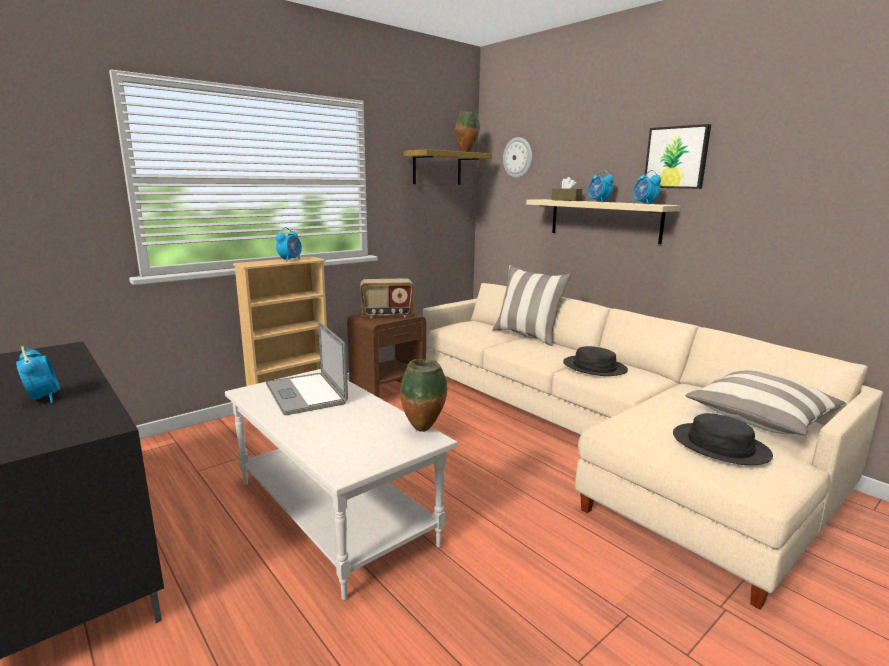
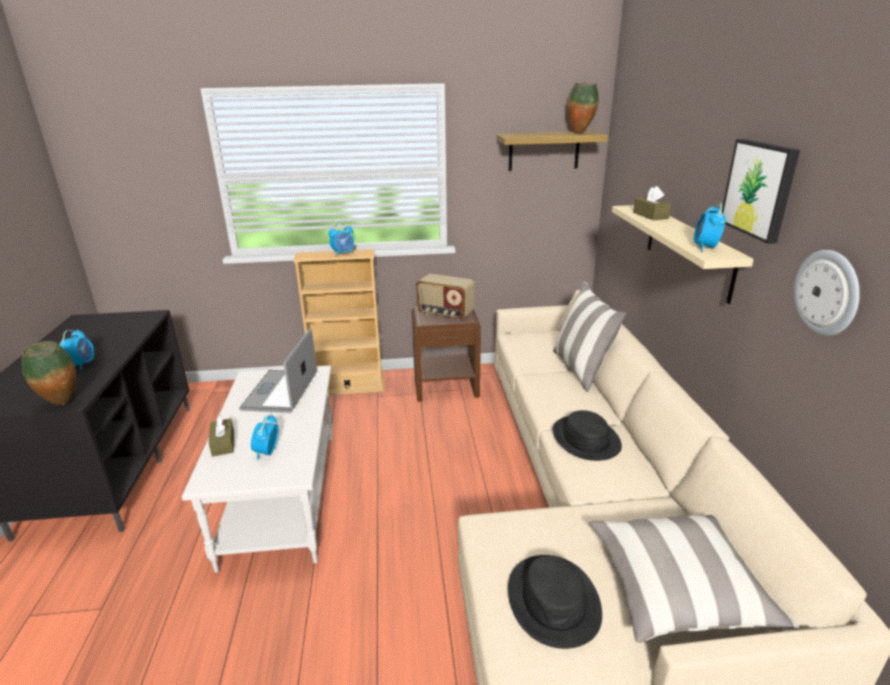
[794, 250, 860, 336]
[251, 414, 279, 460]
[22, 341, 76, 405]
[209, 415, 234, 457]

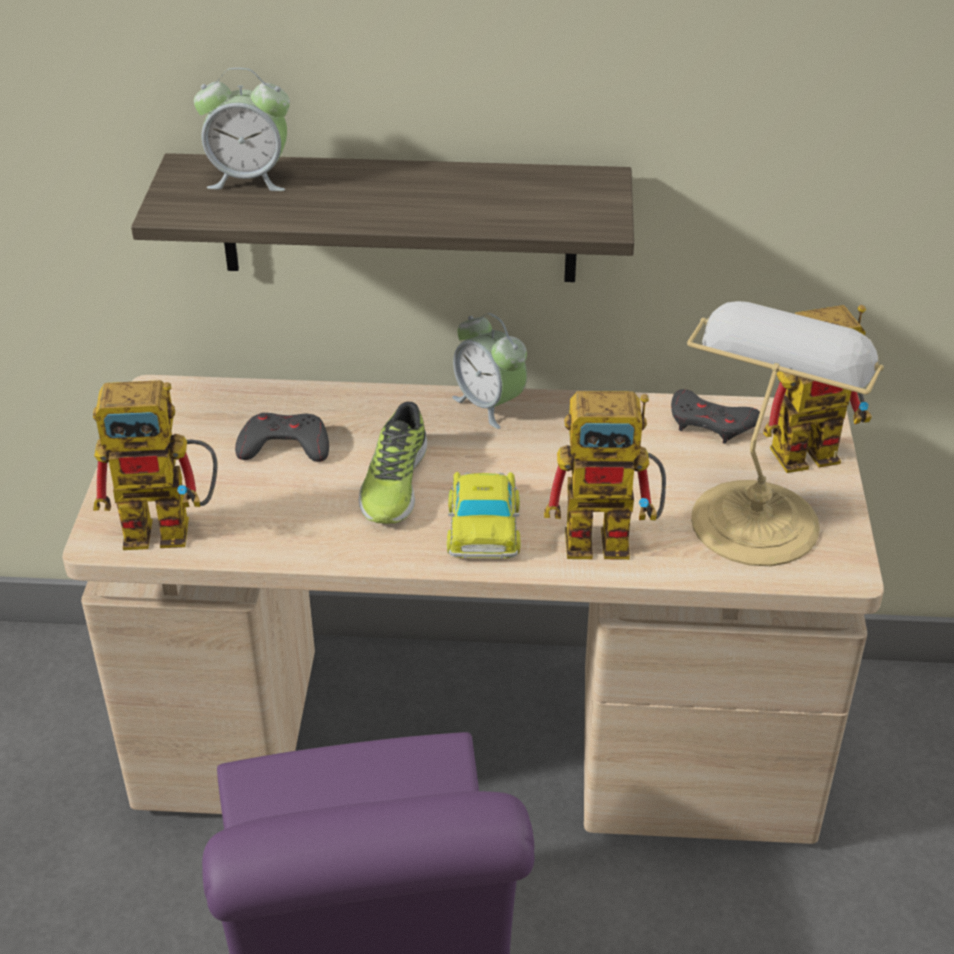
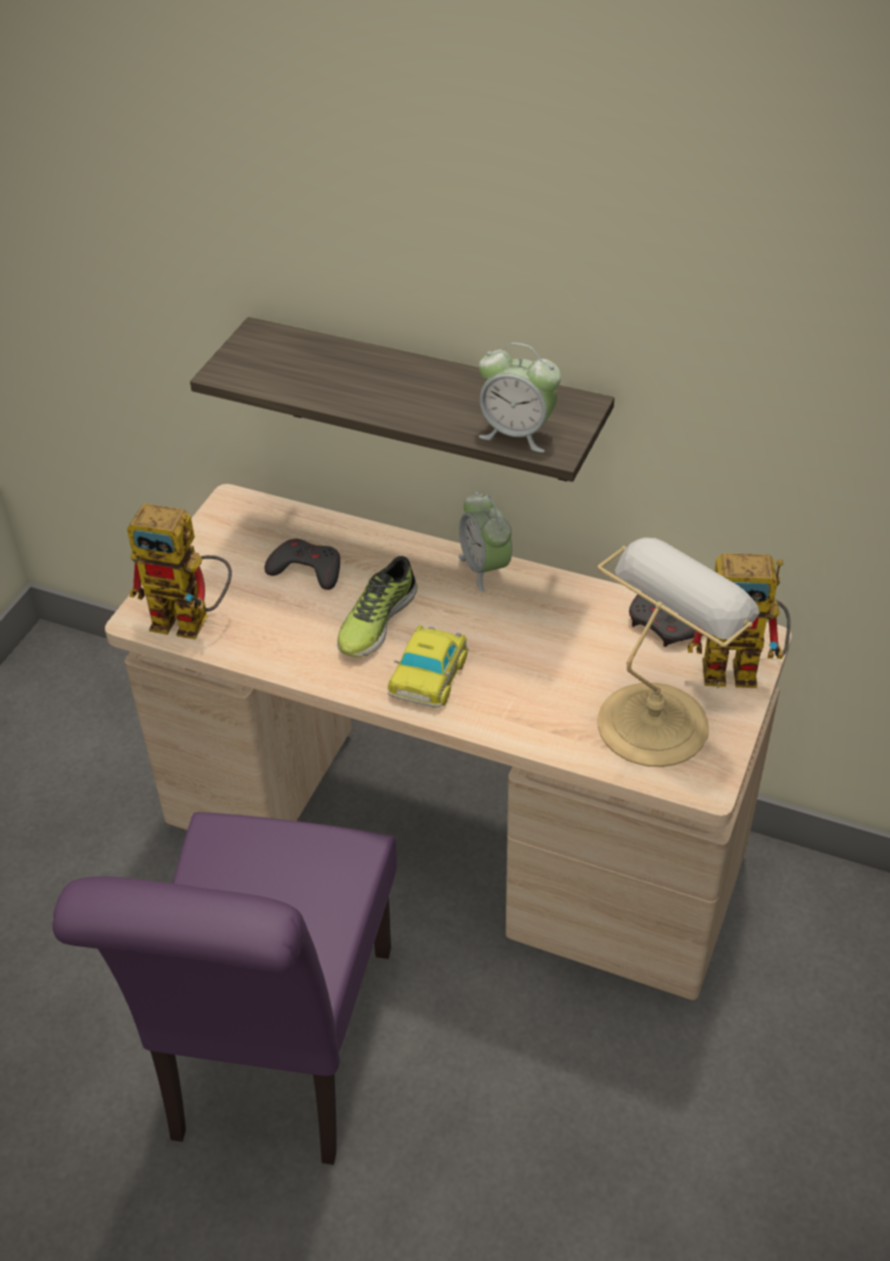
[479, 343, 561, 452]
[544, 391, 666, 560] (first image)

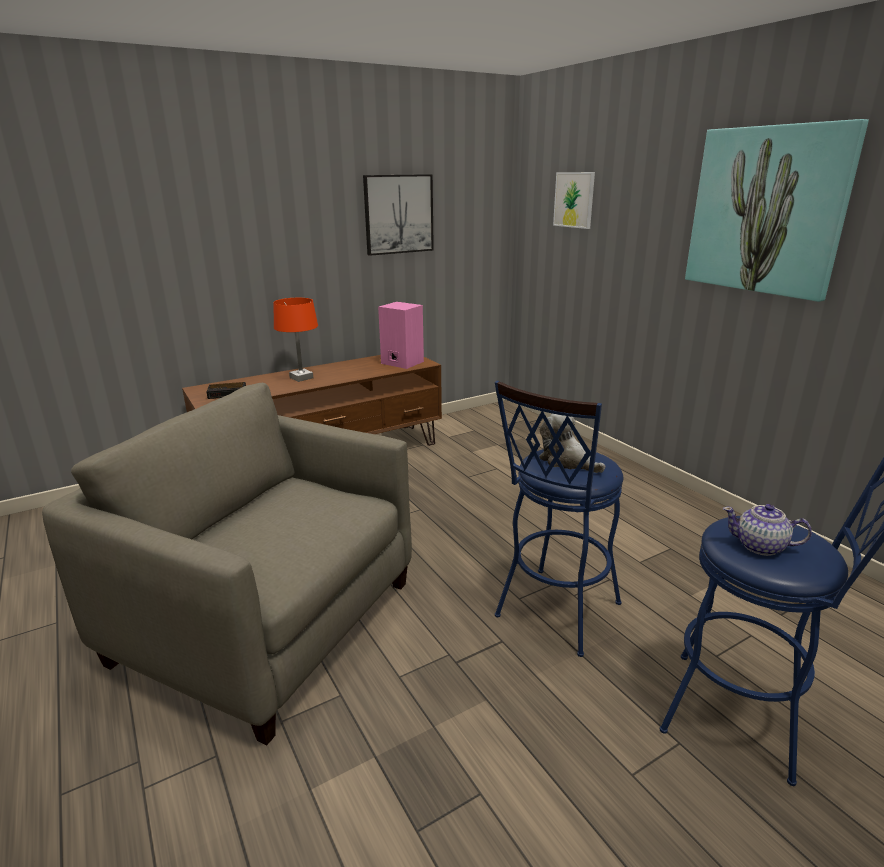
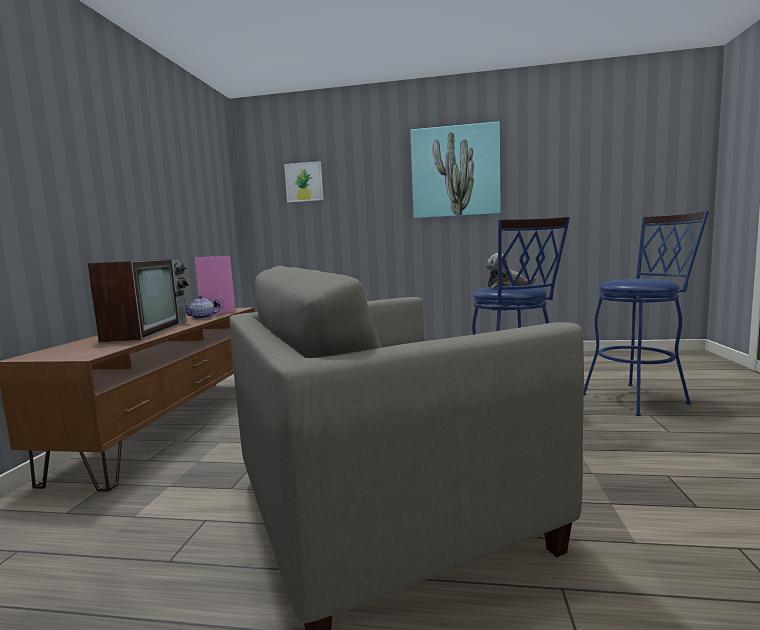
[363, 174, 434, 256] (first image)
[87, 258, 189, 342]
[207, 382, 246, 399] (first image)
[185, 296, 221, 319]

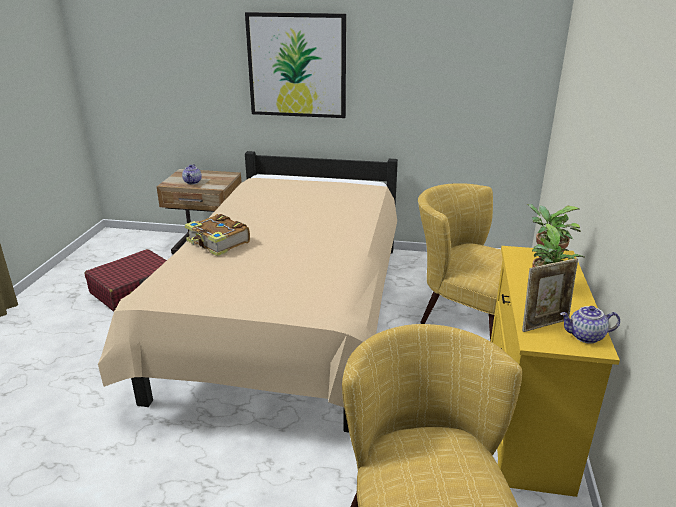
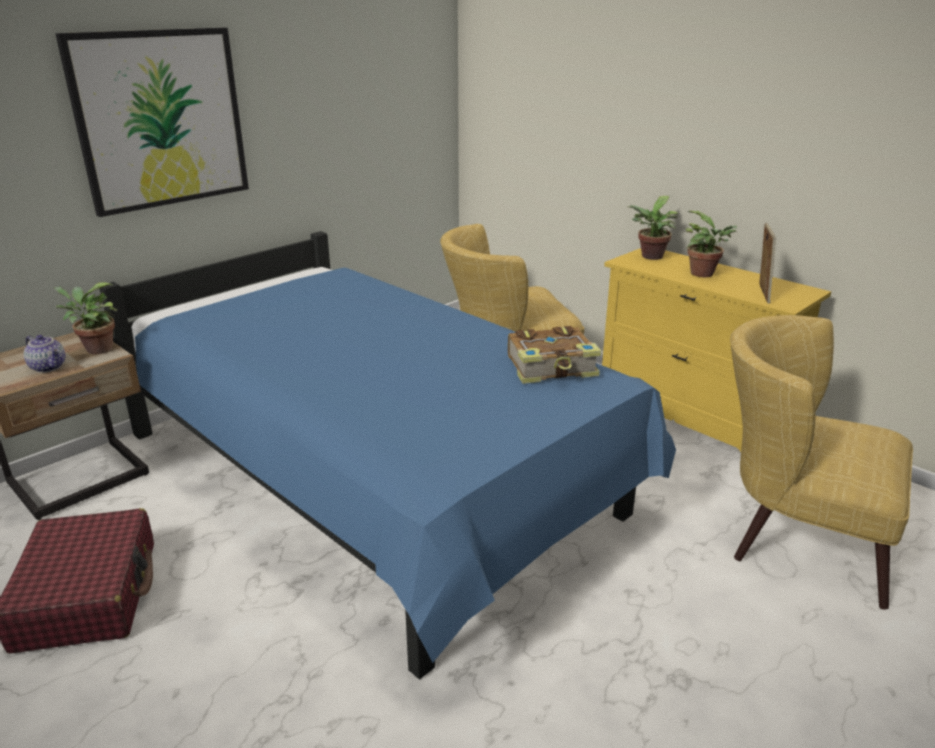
[99, 231, 676, 679]
[508, 326, 601, 384]
[560, 306, 620, 344] (first image)
[54, 282, 117, 354]

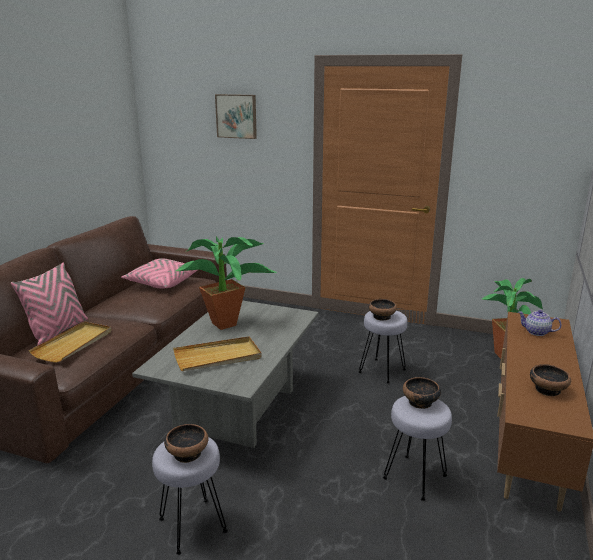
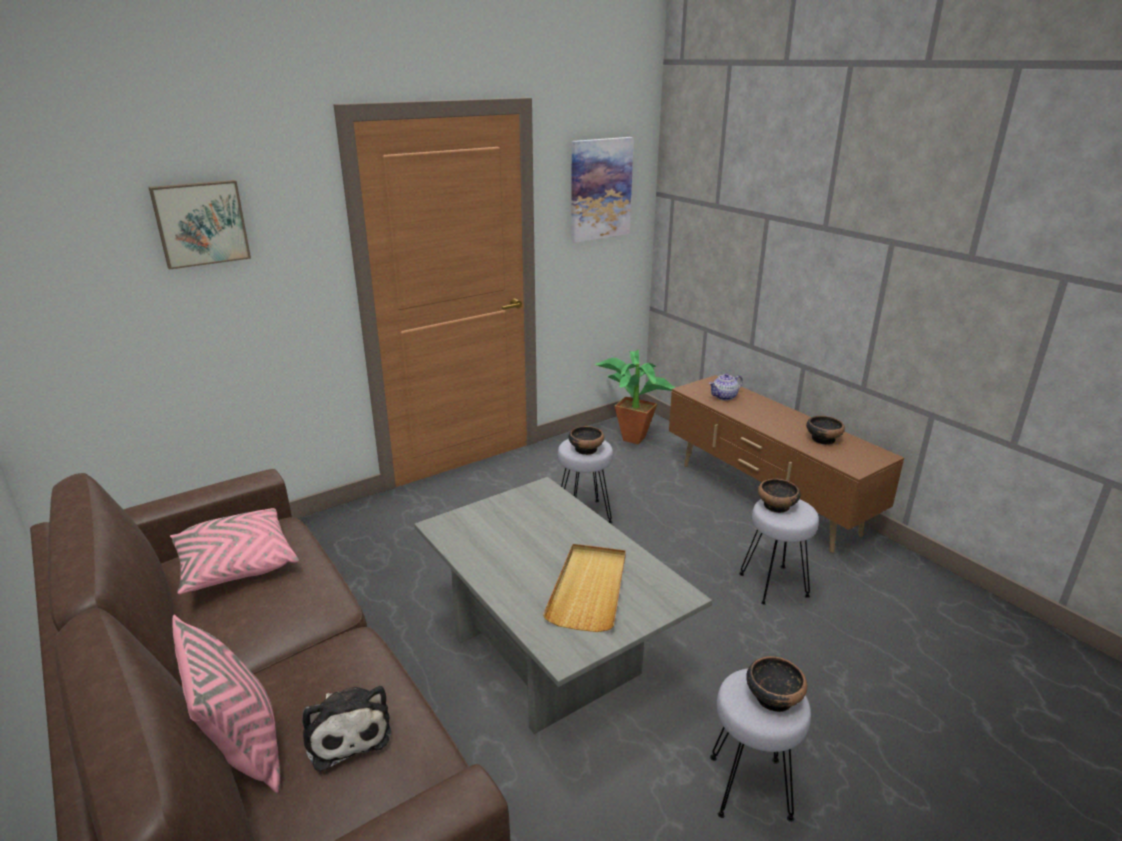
[176, 236, 277, 330] (first image)
[302, 686, 391, 772]
[571, 137, 634, 243]

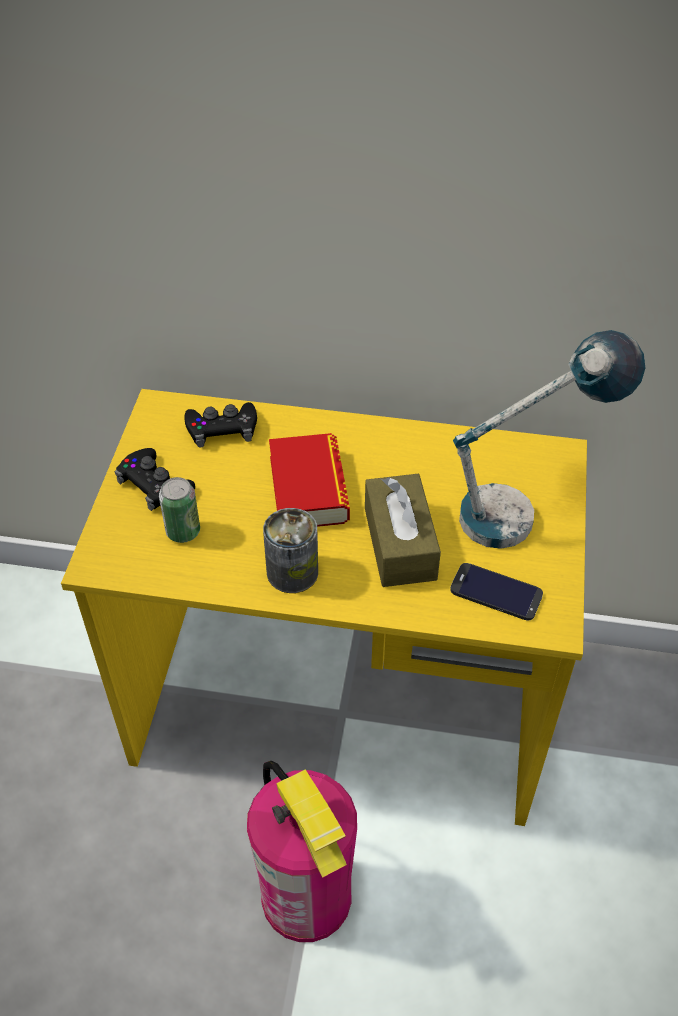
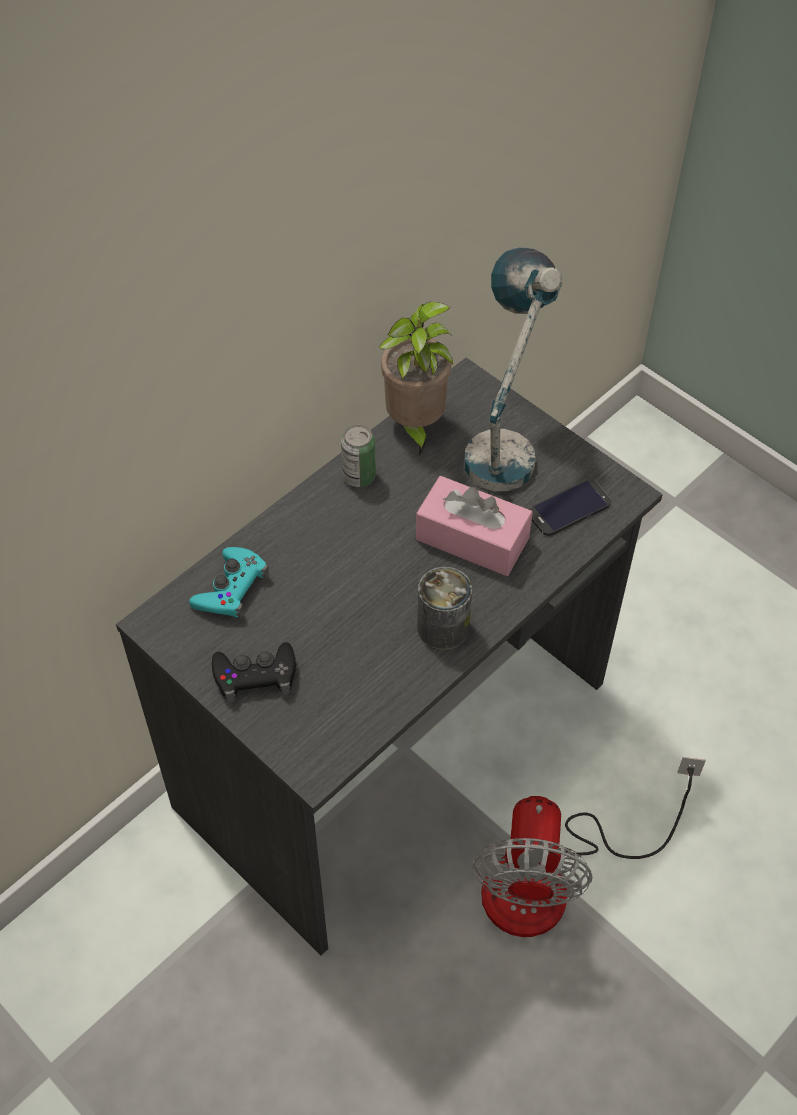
[116, 358, 663, 956]
[189, 547, 269, 618]
[269, 433, 350, 527] (first image)
[416, 476, 533, 576]
[341, 425, 376, 487]
[473, 757, 706, 937]
[379, 302, 453, 456]

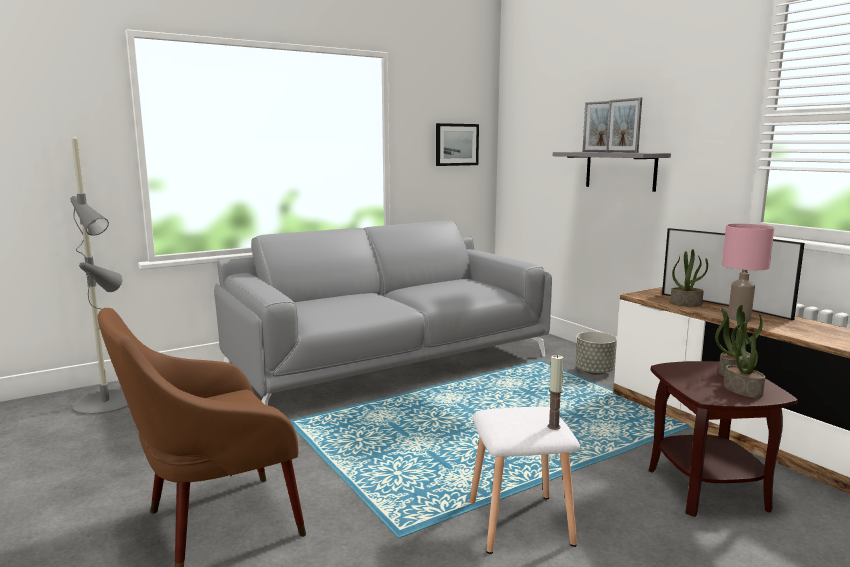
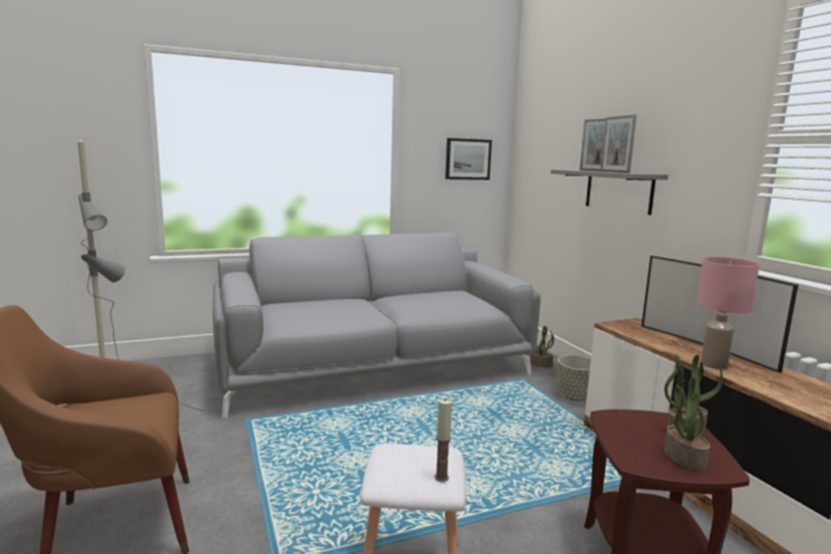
[530, 326, 554, 368]

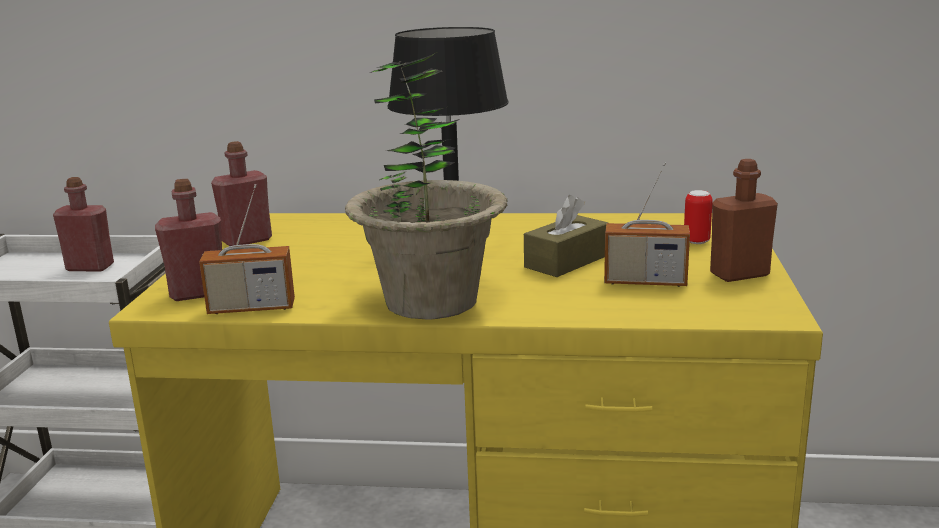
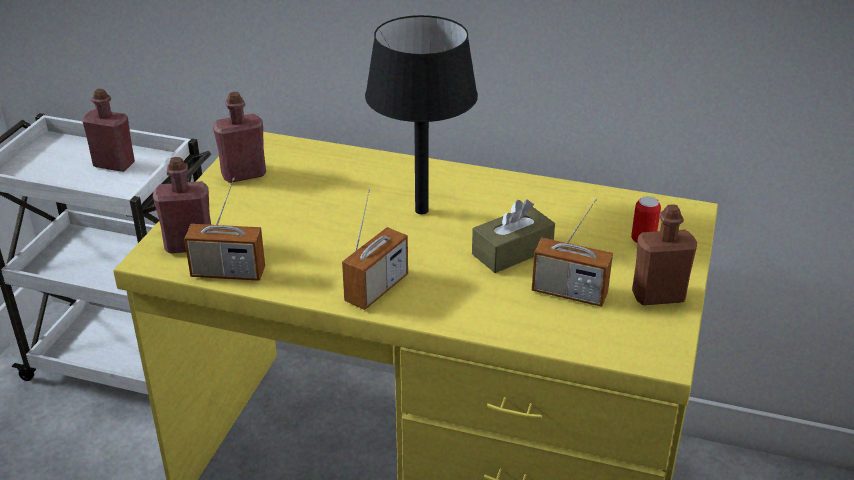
[342, 189, 408, 310]

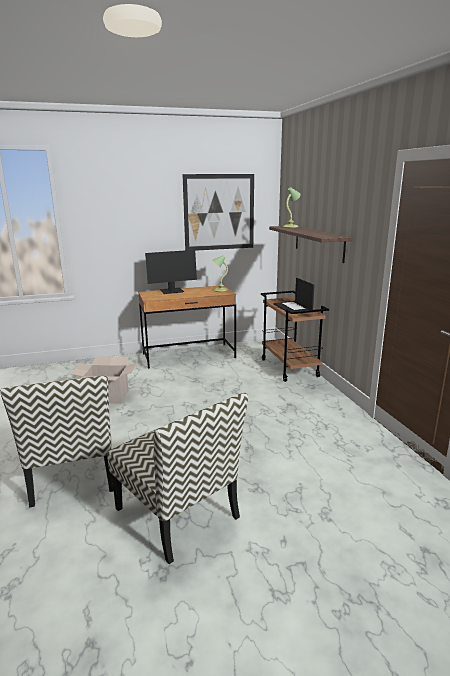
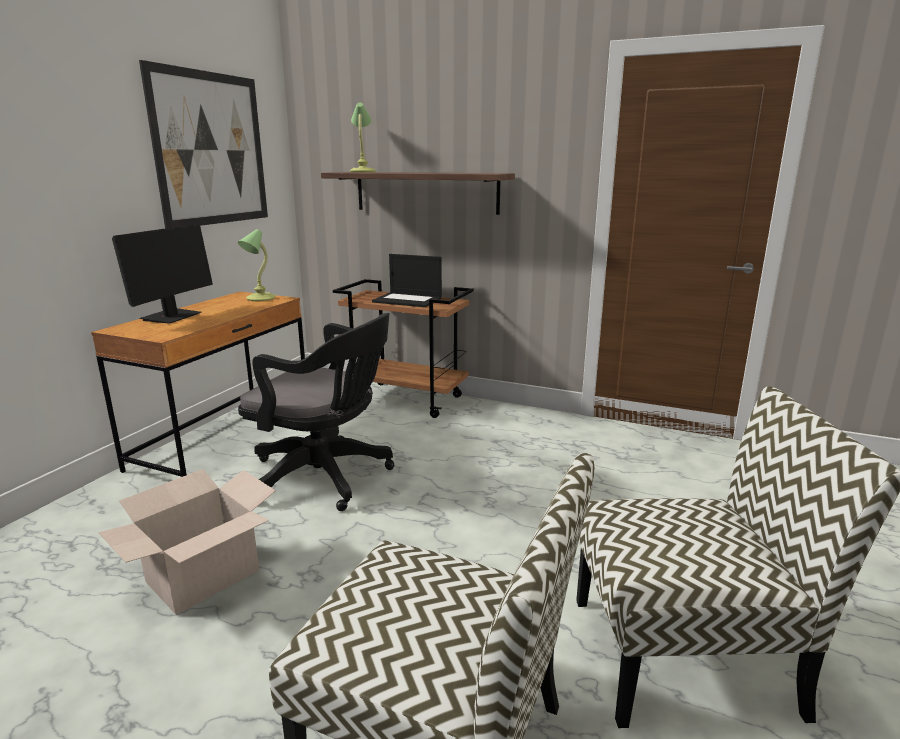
[238, 313, 395, 511]

